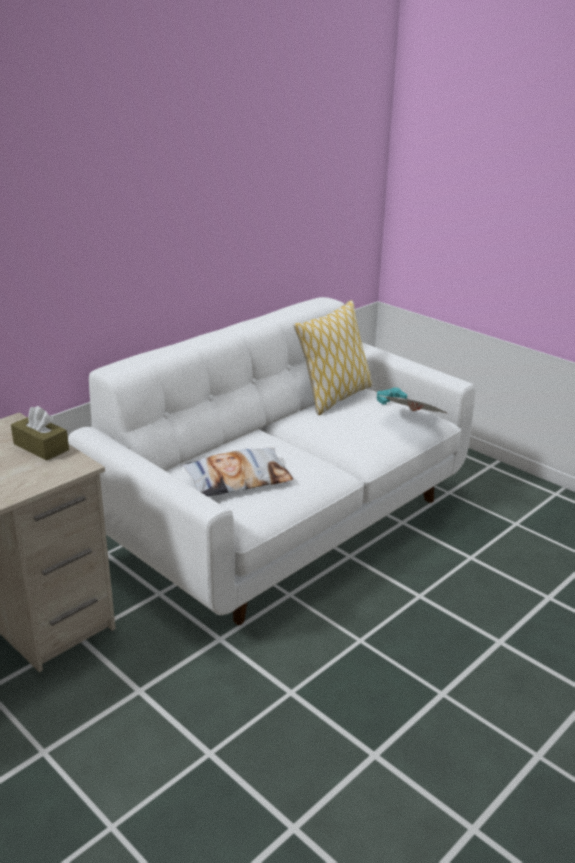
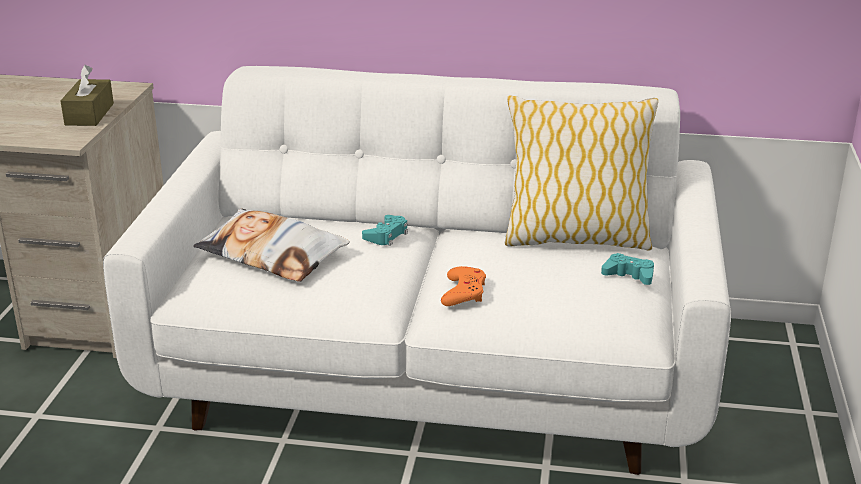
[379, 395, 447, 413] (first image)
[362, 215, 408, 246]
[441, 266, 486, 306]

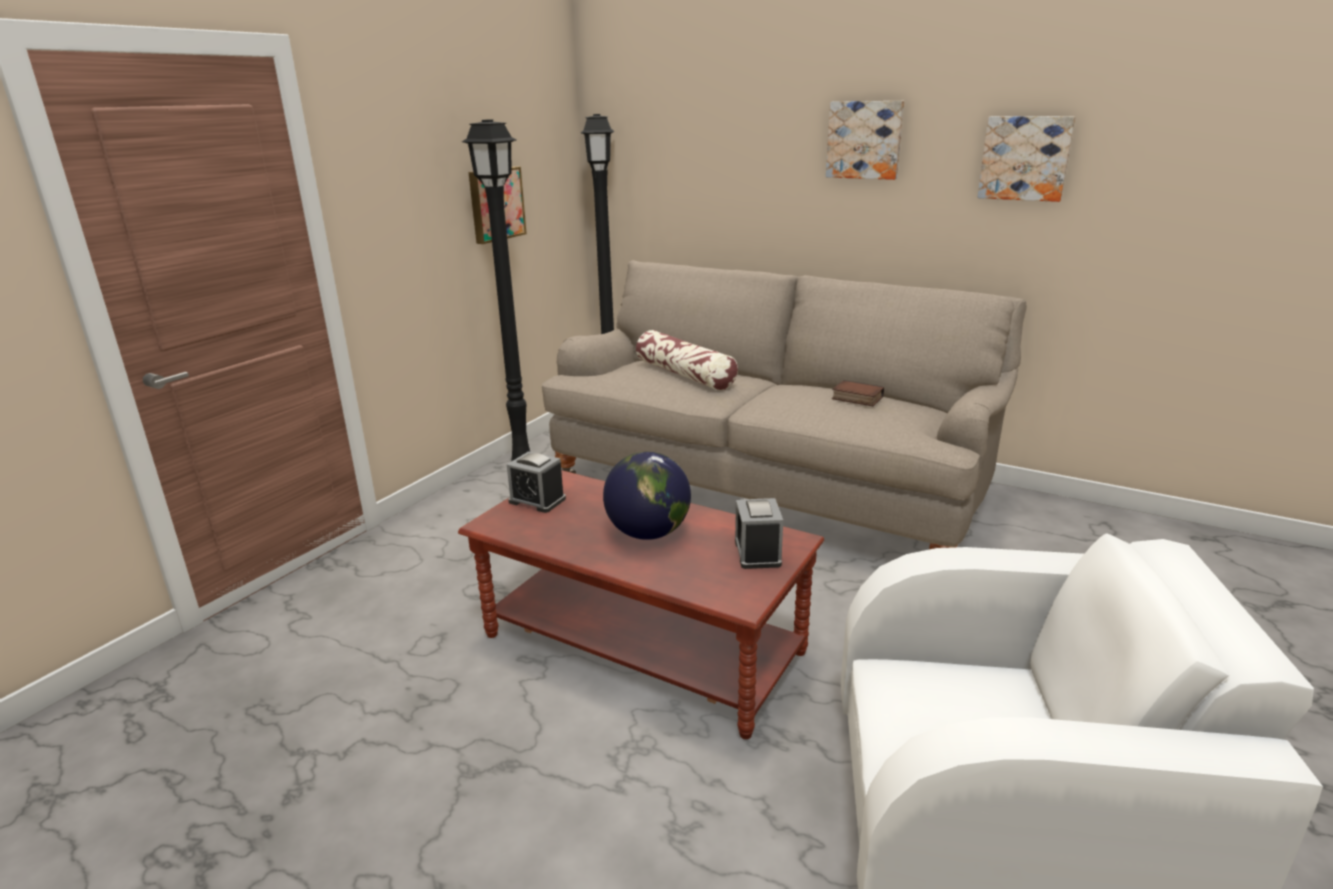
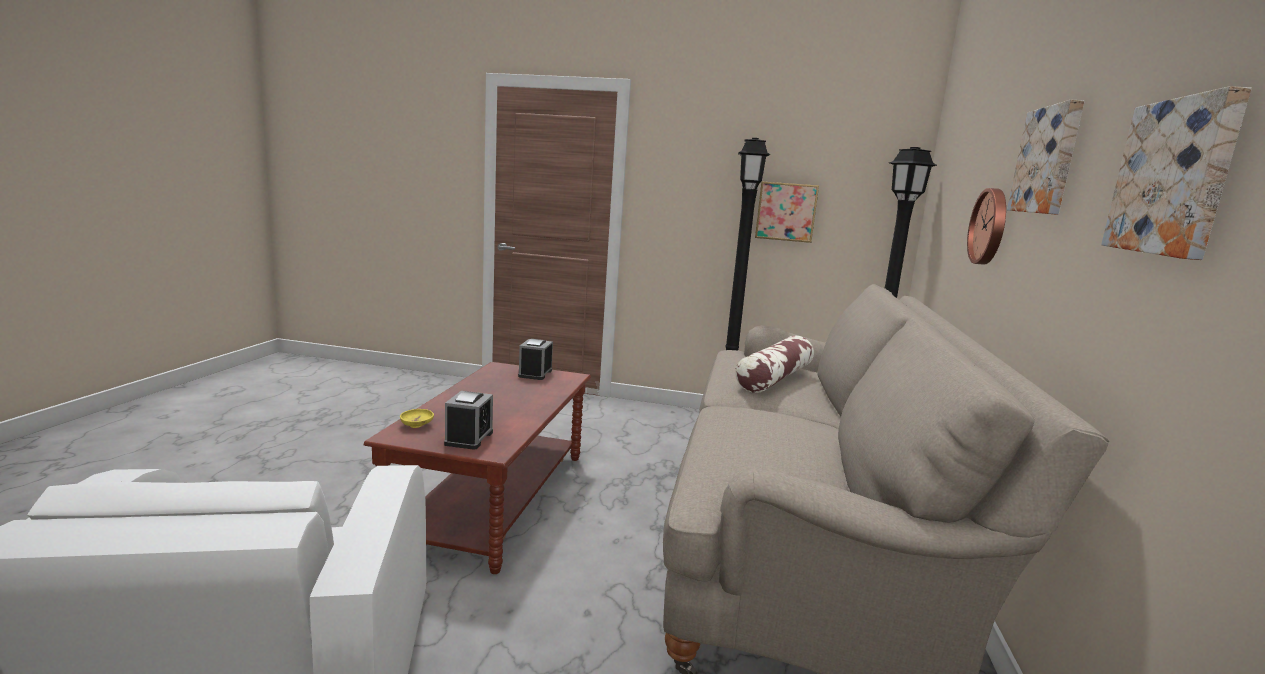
[832, 380, 884, 406] (first image)
[603, 452, 691, 540] (first image)
[444, 391, 493, 450]
[967, 188, 1006, 265]
[400, 409, 434, 428]

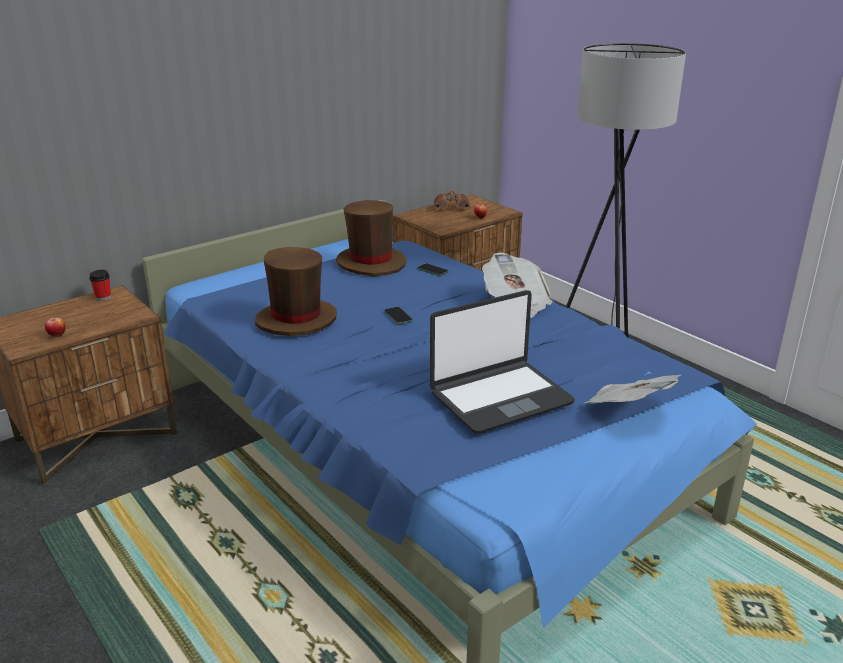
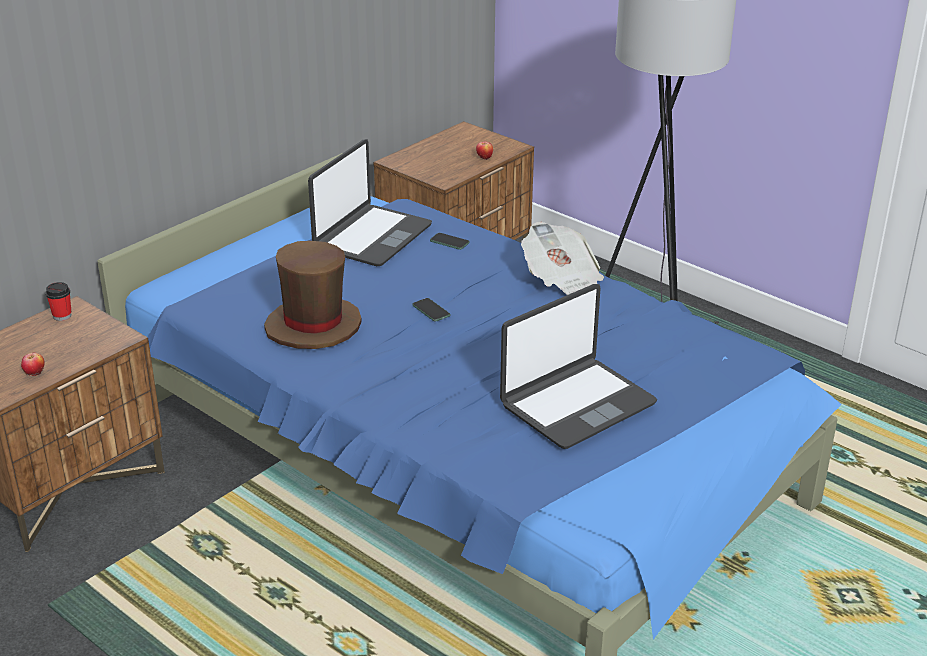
[434, 190, 470, 209] (first image)
[308, 139, 432, 266]
[585, 375, 681, 404] (first image)

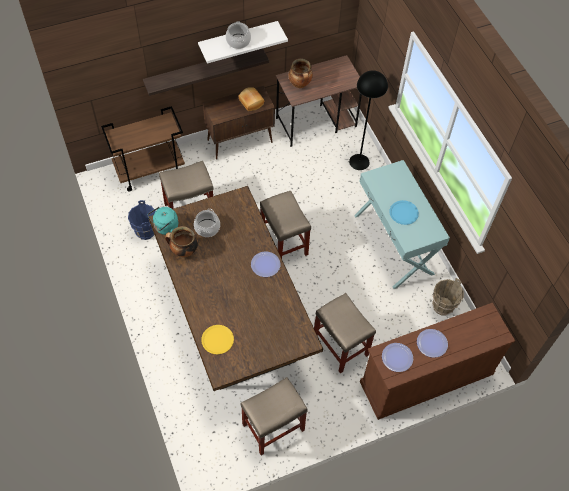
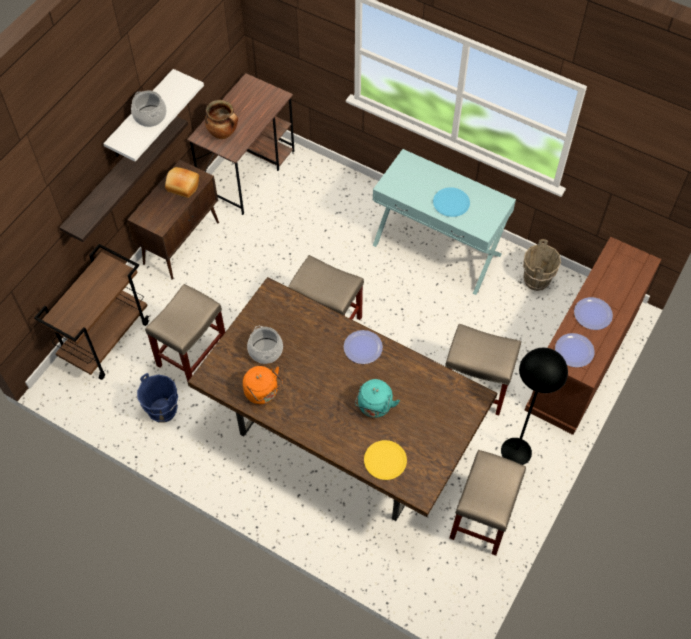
[501, 348, 568, 465]
[355, 379, 400, 418]
[243, 366, 283, 404]

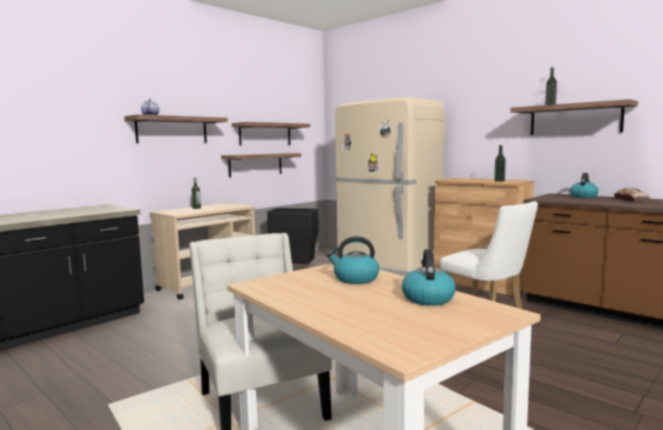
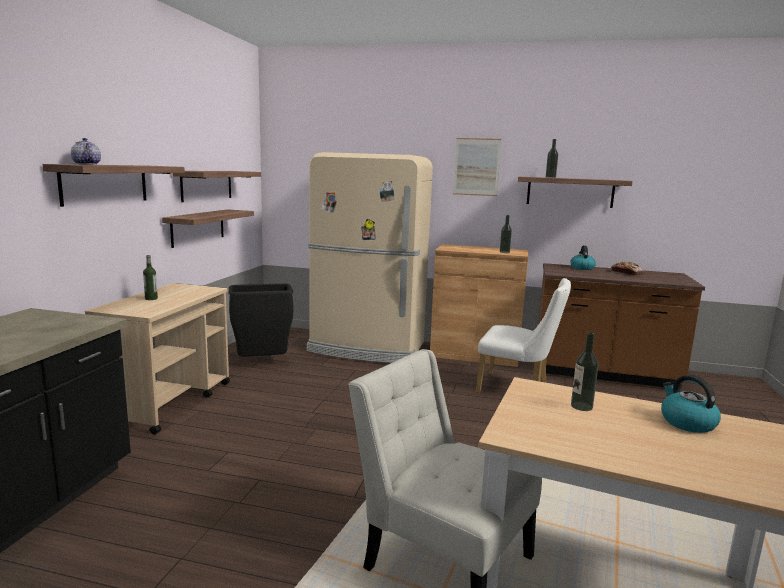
[571, 332, 598, 411]
[453, 138, 502, 196]

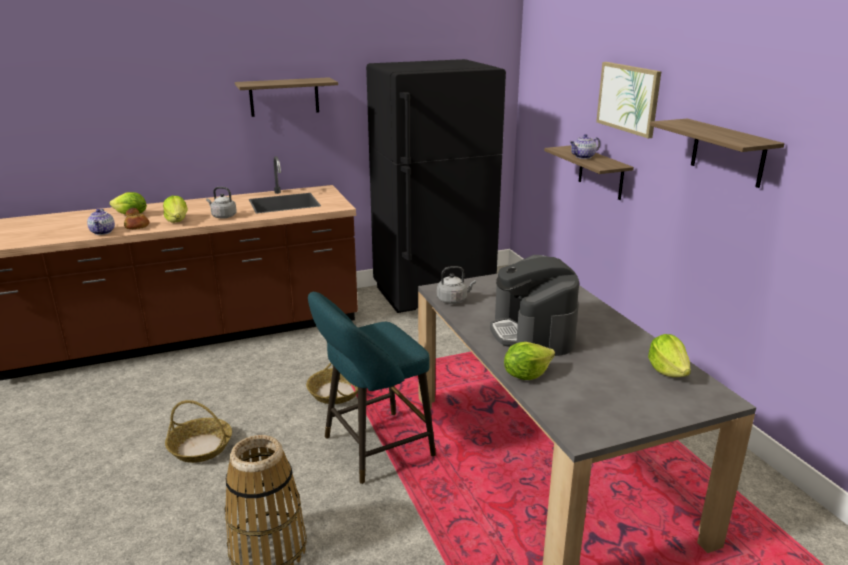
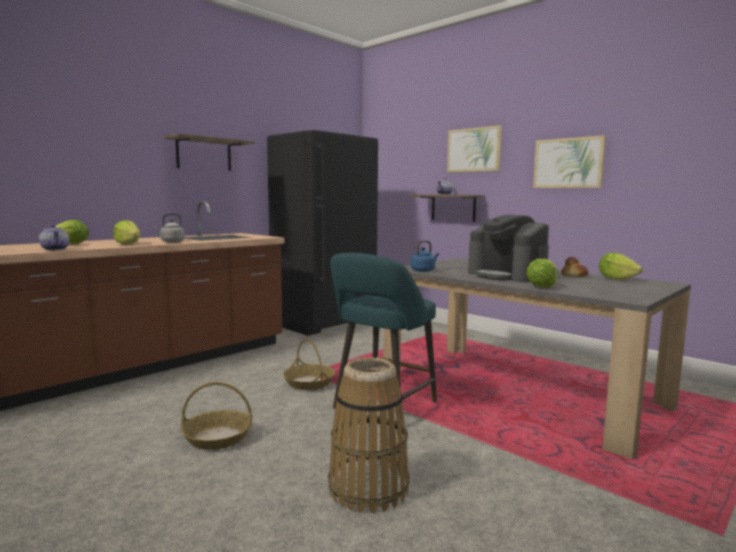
[533, 135, 606, 188]
[561, 257, 589, 277]
[411, 240, 439, 272]

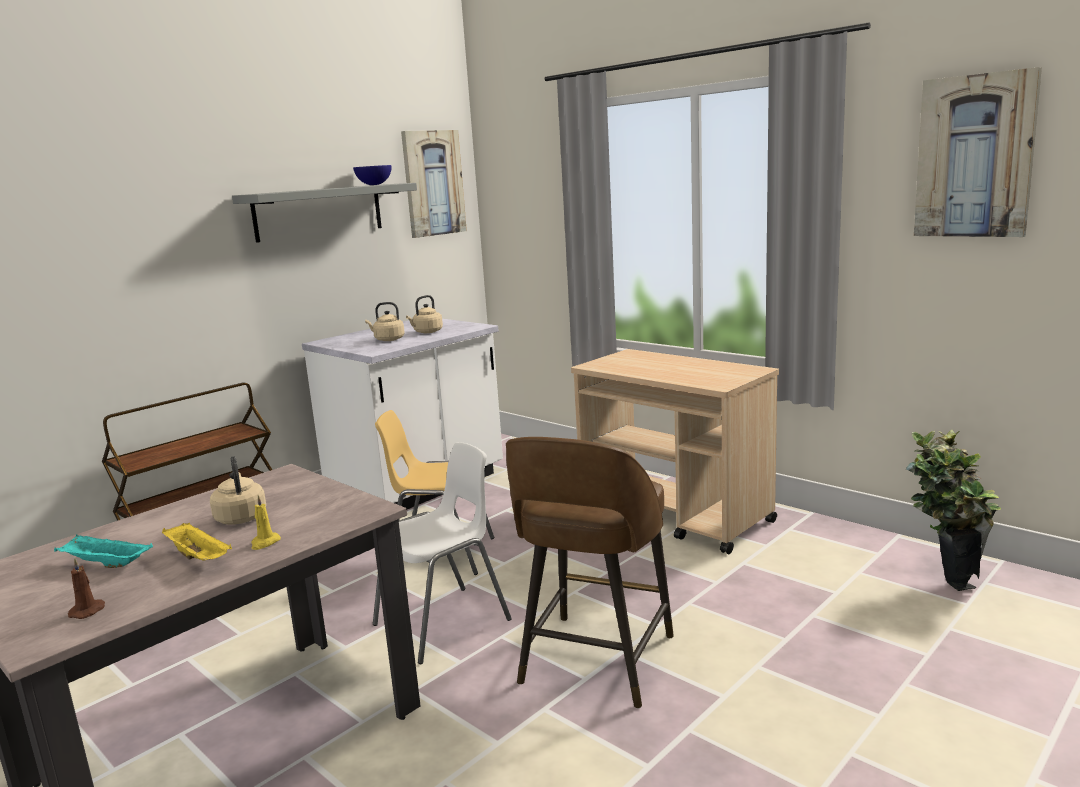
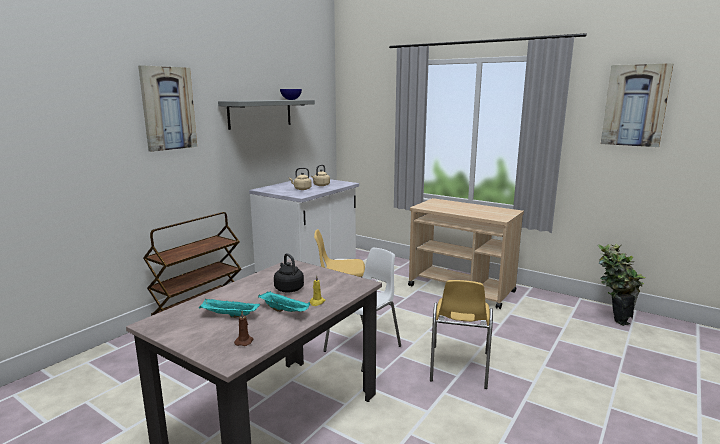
[138, 65, 197, 152]
[430, 280, 493, 389]
[274, 253, 304, 293]
[258, 291, 311, 312]

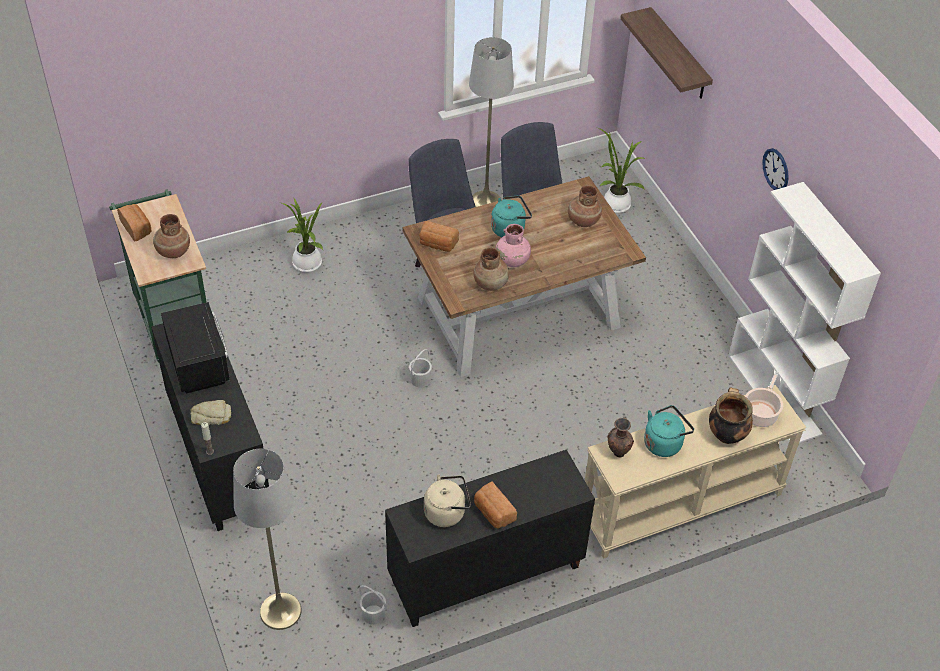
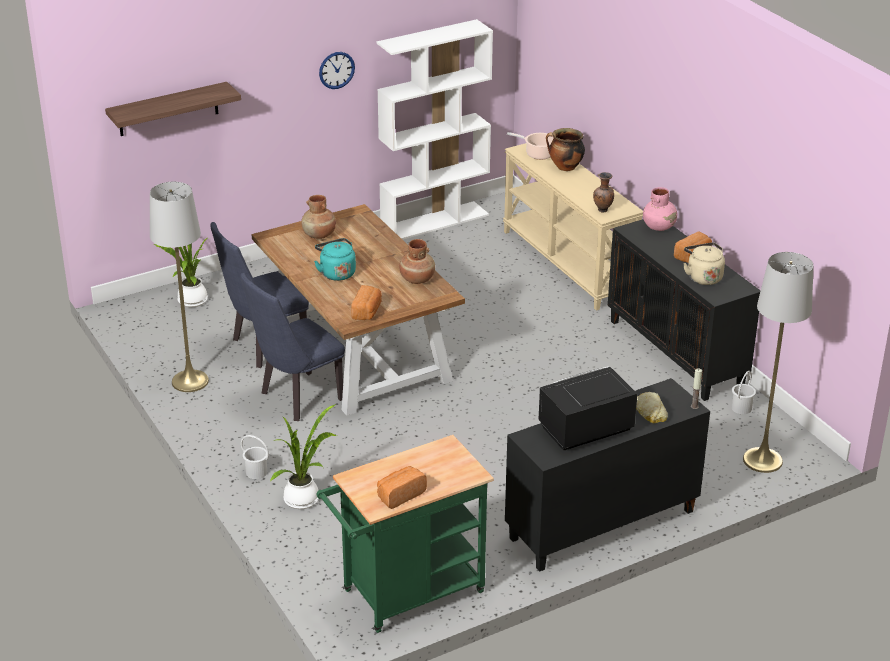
[153, 214, 190, 258] (first image)
[643, 187, 677, 231]
[241, 435, 269, 479]
[644, 405, 694, 457] (first image)

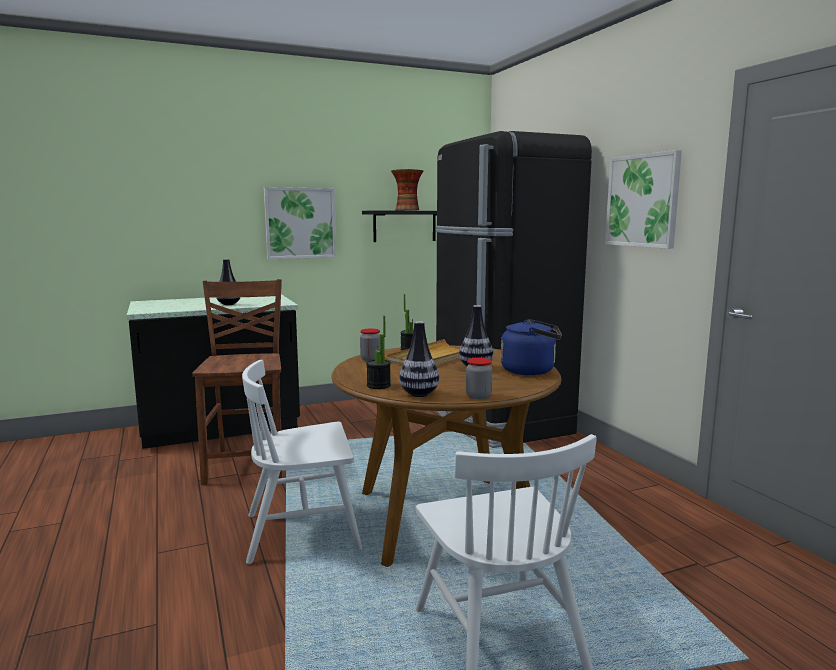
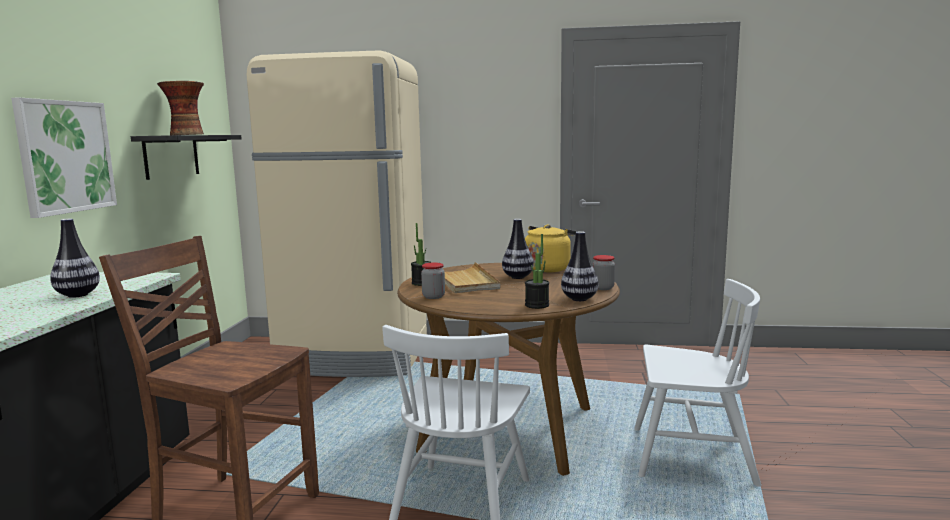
[247, 50, 427, 377]
[605, 150, 682, 249] (first image)
[525, 224, 578, 273]

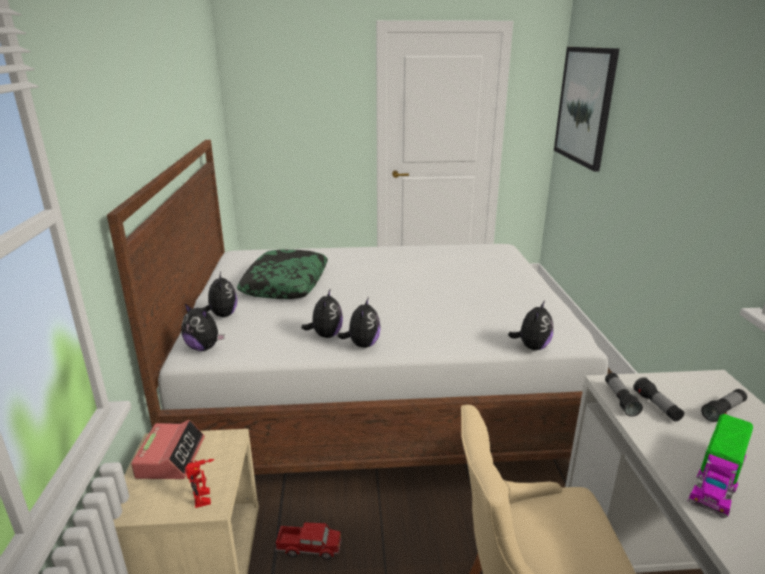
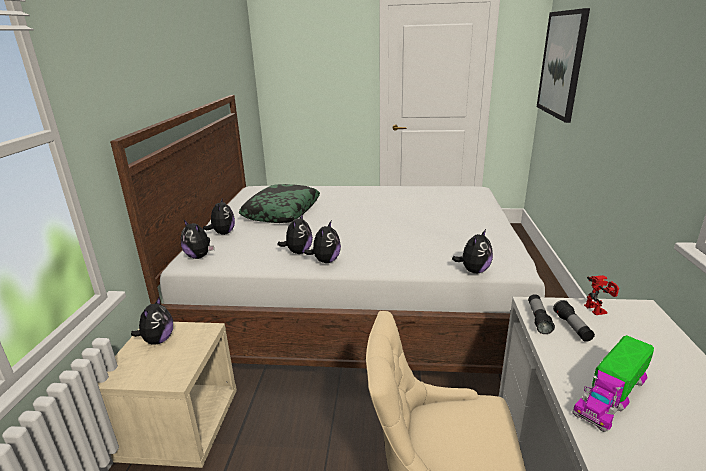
[701, 389, 747, 422] (first image)
[131, 296, 173, 345]
[584, 275, 619, 315]
[275, 522, 342, 560] (first image)

